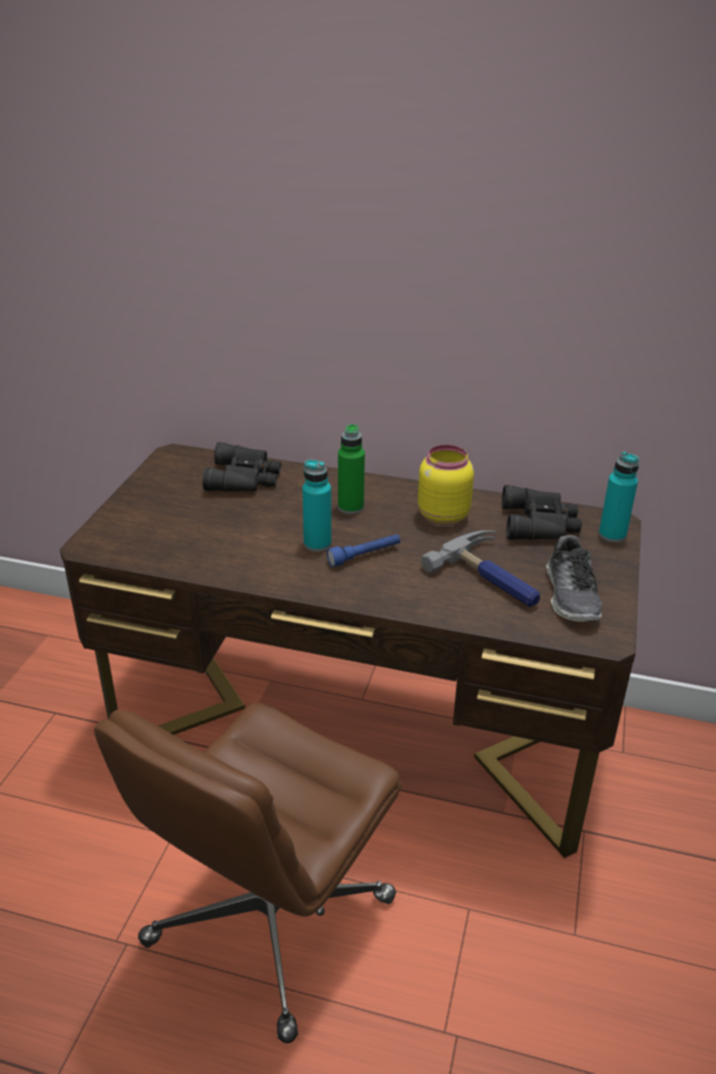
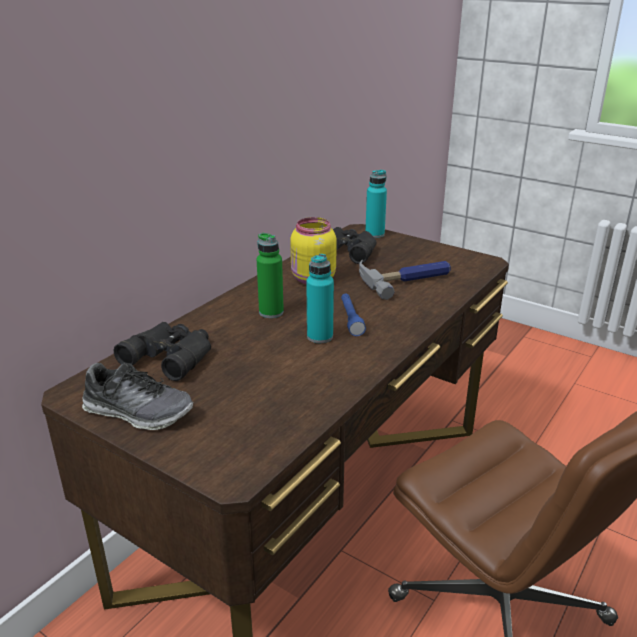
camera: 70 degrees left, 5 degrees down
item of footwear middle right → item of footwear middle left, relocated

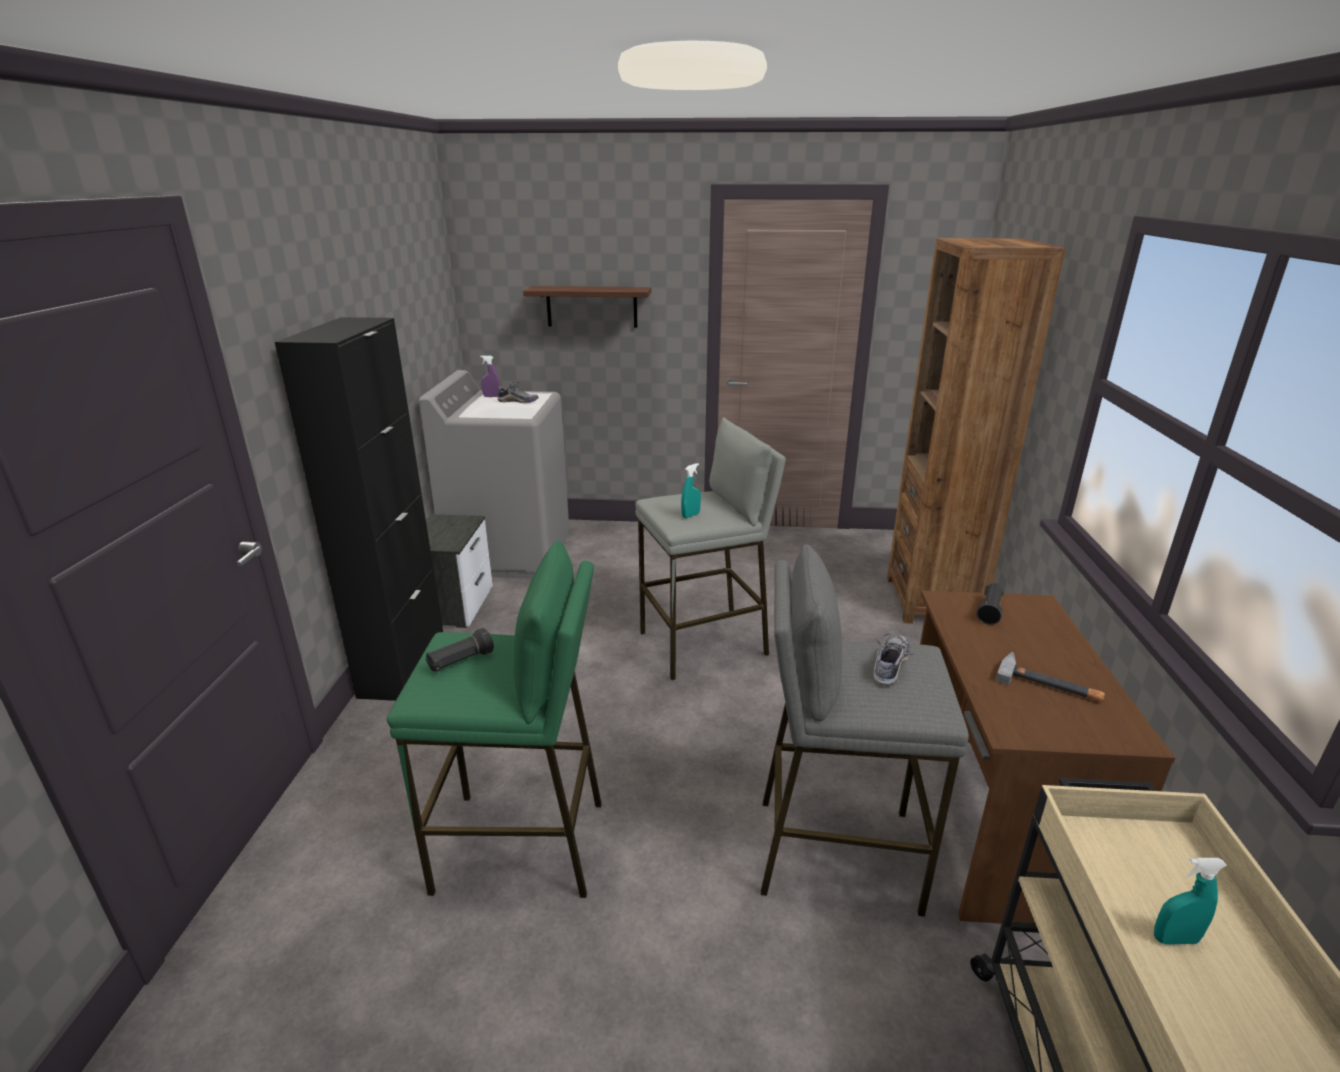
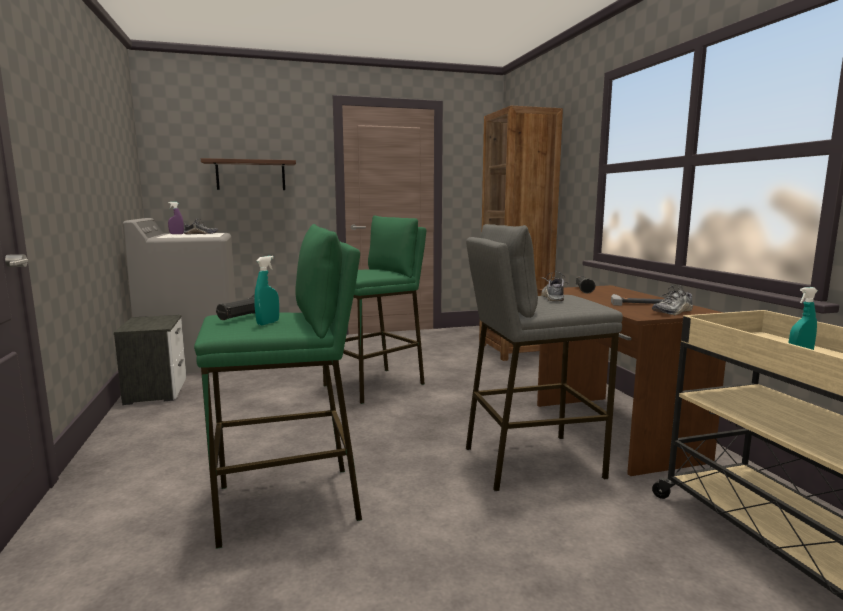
camera: 20 degrees left, 15 degrees down
blackish storage cabinet middle left → -
greyish stool (no. 1 from left) centre → green stool (no. 2 from left) centre
turquoise spray bottle (no. 1 from left) centre → turquoise spray bottle (no. 1 from left) middle left, relocated
- → item of footwear (no. 3 from left) middle right

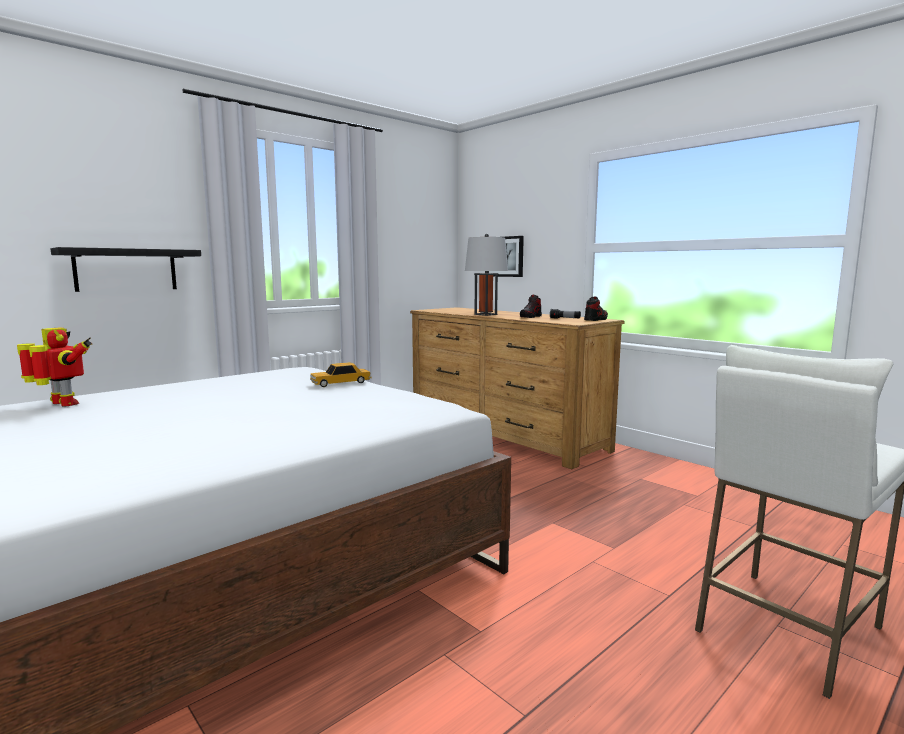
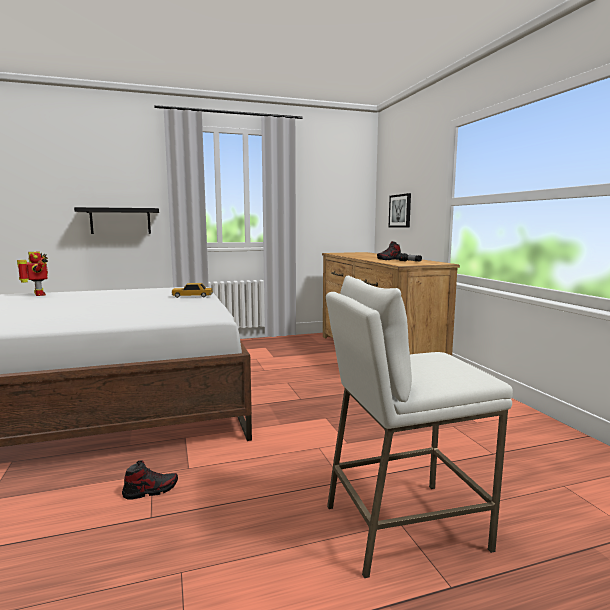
camera: 25 degrees right, 0 degrees up
greyish table lamp centre → -
item of footwear (no. 2 from left in the first image) centre → item of footwear (no. 1 from left) bottom left, relocated

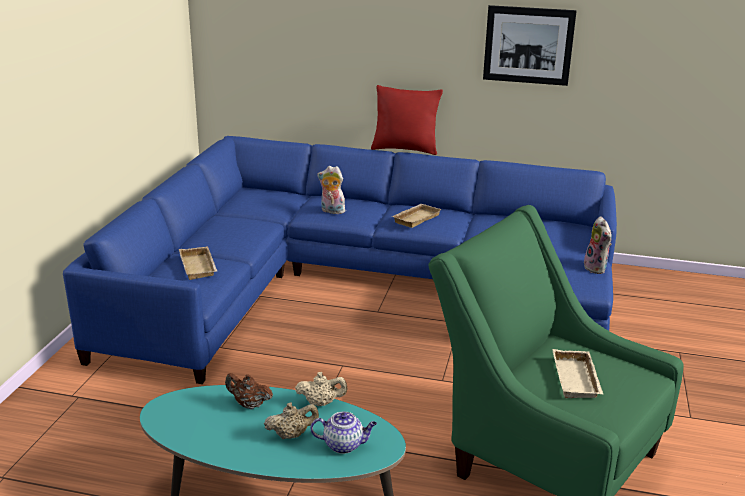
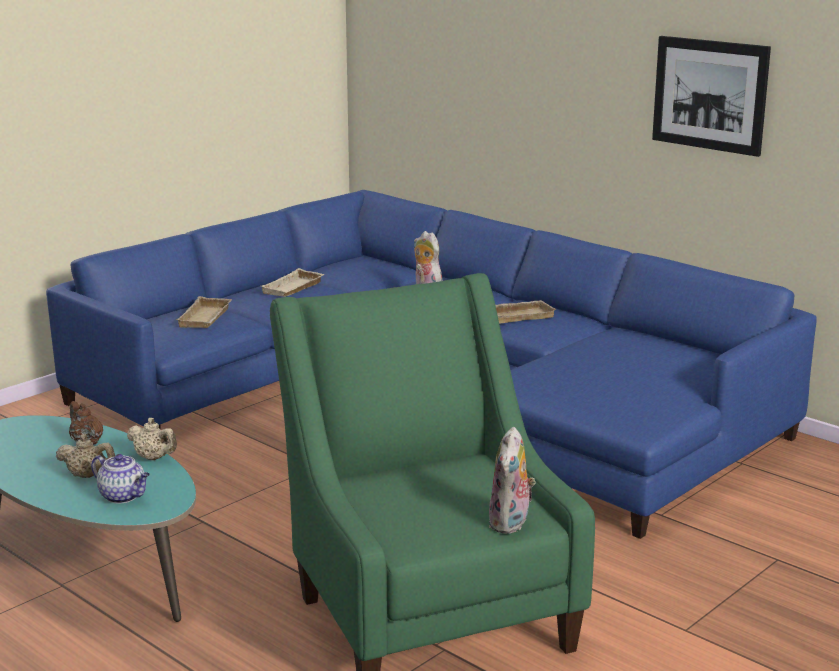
camera: 30 degrees right, 5 degrees down
red-coloured cushion top centre → -
soft toy (no. 2 from left) middle right → soft toy (no. 2 from left) bottom centre, relocated
sand-coloured tray (no. 3 from left in the first image) bottom right → sand-coloured tray (no. 2 from left) centre, relocated

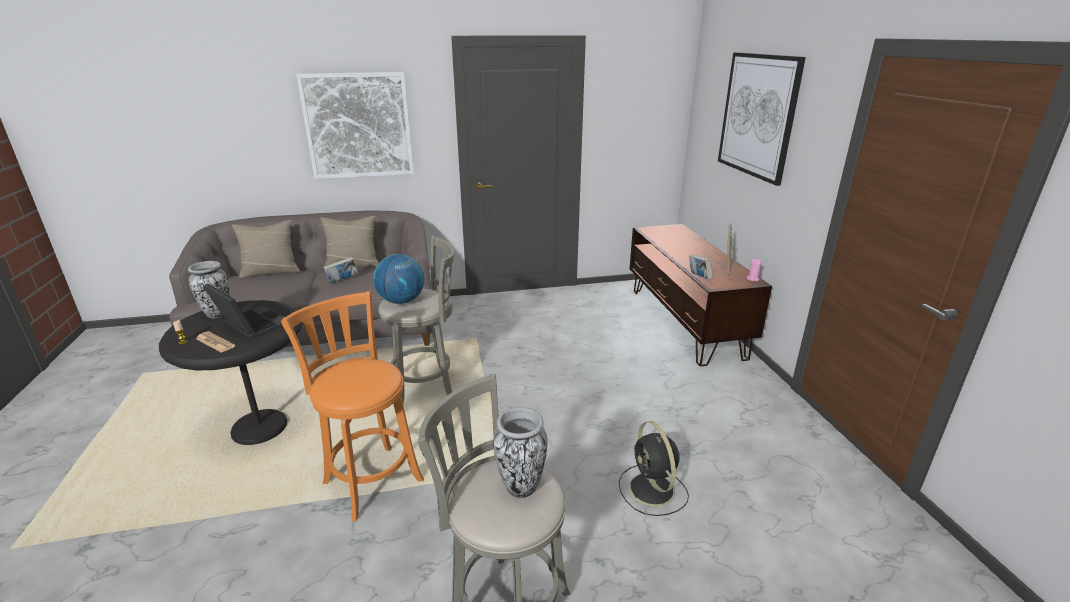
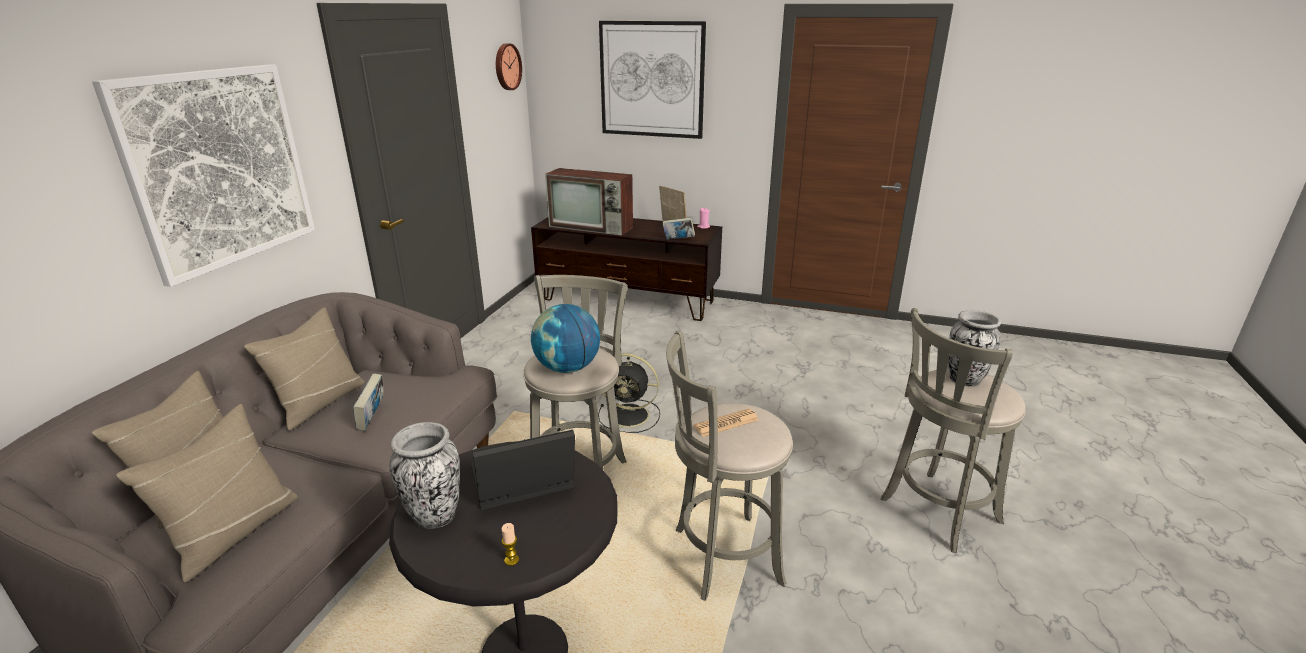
camera: 60 degrees left, 0 degrees up
orange stool bottom left → greyish stool (no. 2 from left) bottom centre
daily paper middle left → daily paper centre, relocated
blackish cooling fan bottom centre → blackish cooling fan centre, relocated
- → wall clock top centre
- → TV set top centre
- → sand-coloured cushion (no. 2 from left) bottom left

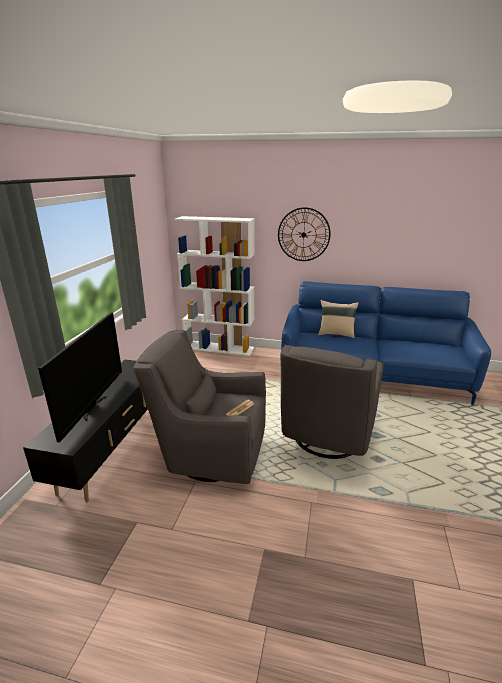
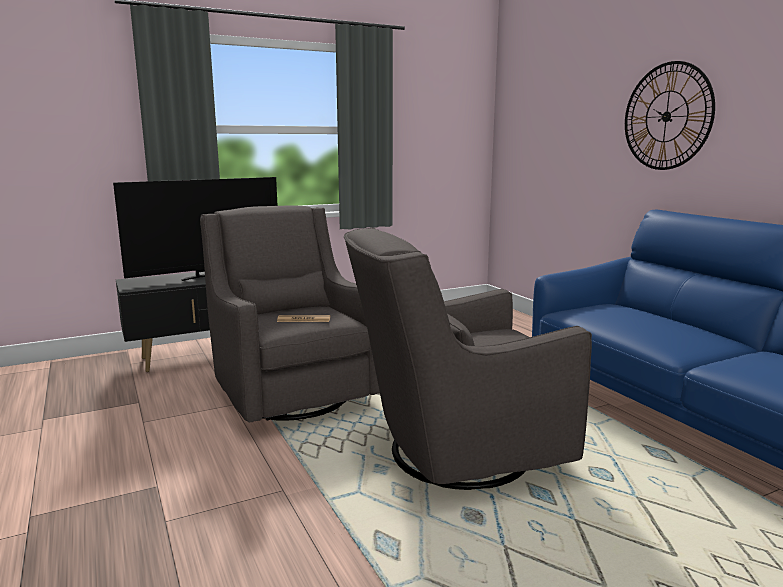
camera: 50 degrees right, 10 degrees down
white shelving unit centre → -
sand-coloured cushion middle right → -

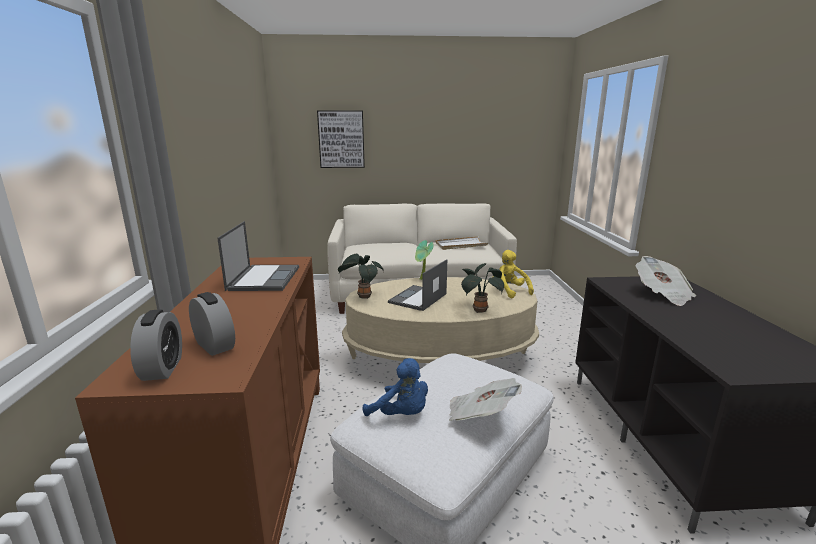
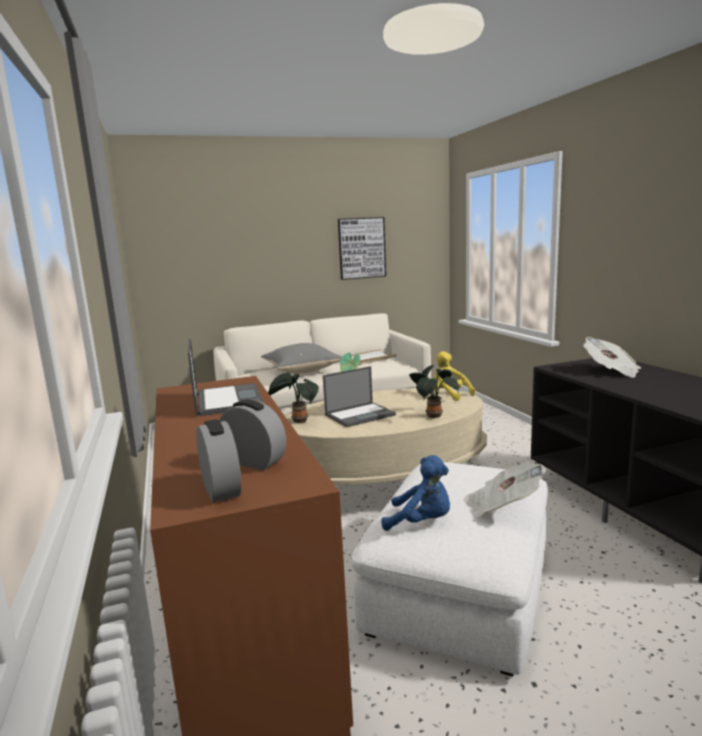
camera: 15 degrees left, 5 degrees down
wall art top centre → wall art centre, relocated
portable computer (no. 2 from left) centre, 135 degrees counterclockwise
- → greyish cushion centre

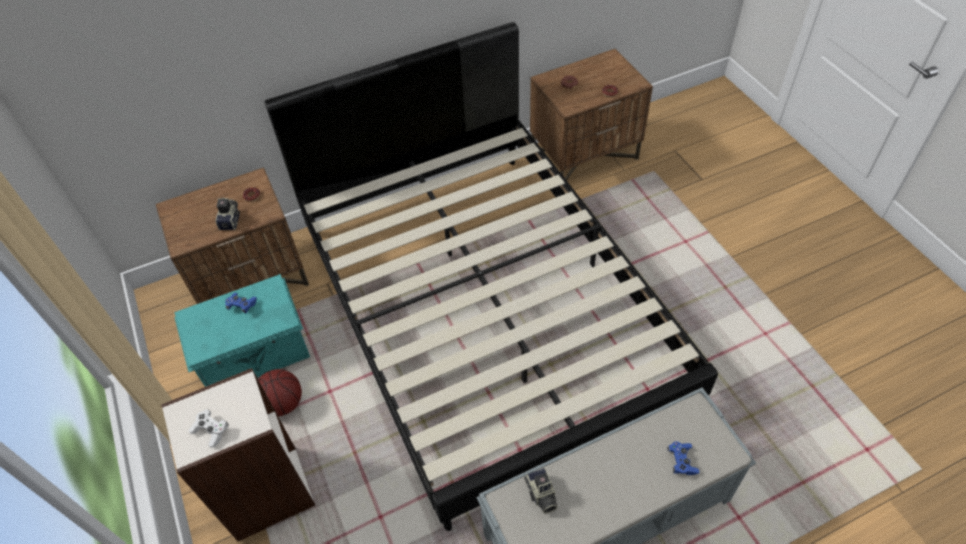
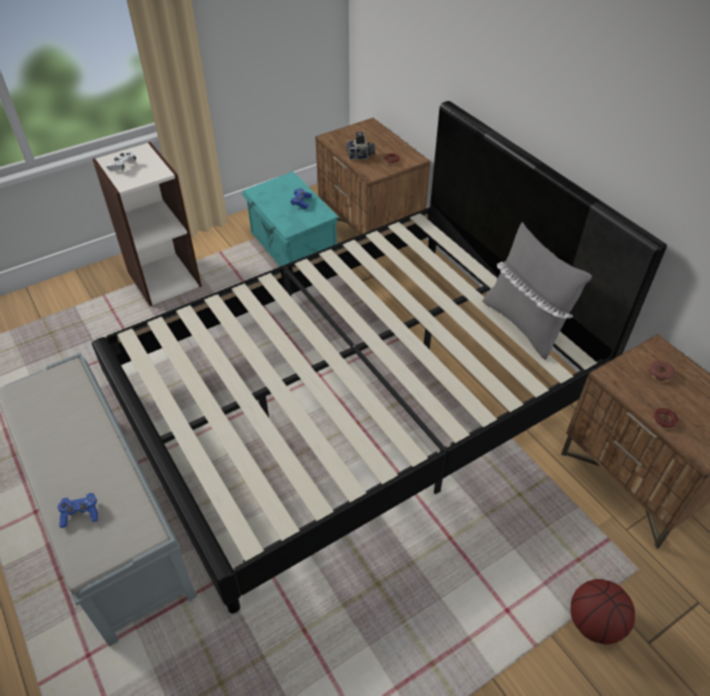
camera: 80 degrees right, 5 degrees down
basketball bottom left → basketball bottom right, relocated
photo camera (no. 2 from left) bottom centre → -
- → greyish cushion middle right

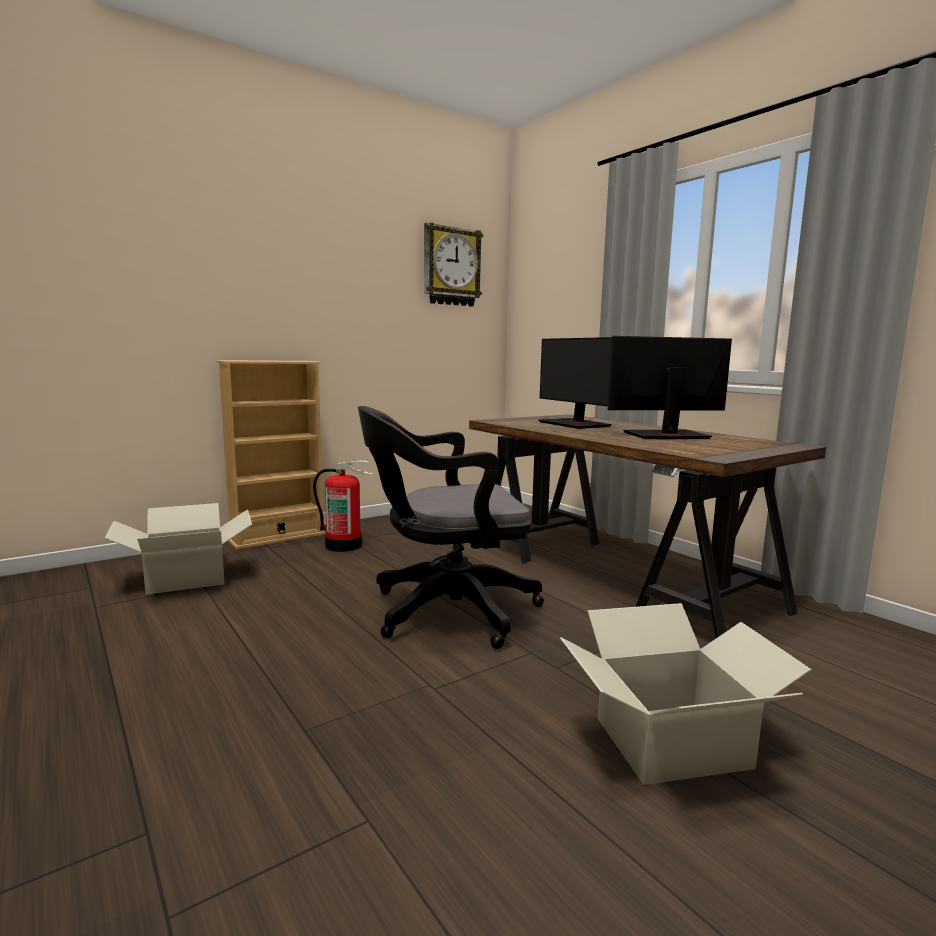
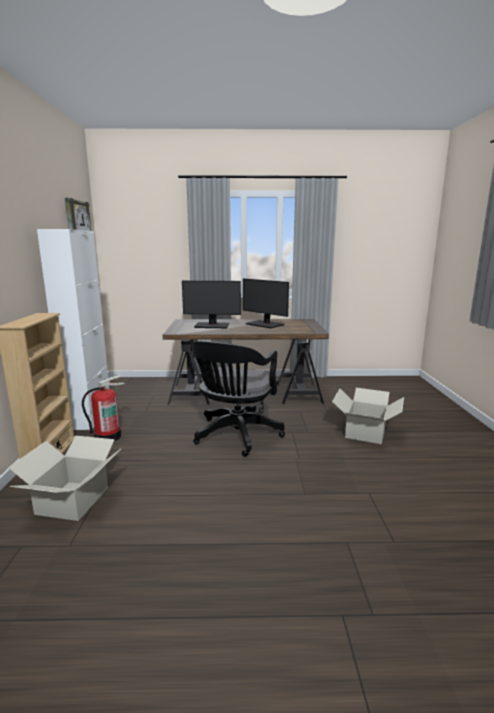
camera: 55 degrees left, 5 degrees up
monitor (no. 2 from left) middle right → monitor (no. 2 from left) centre, 75 degrees counterclockwise
- → white storage cabinet middle left

